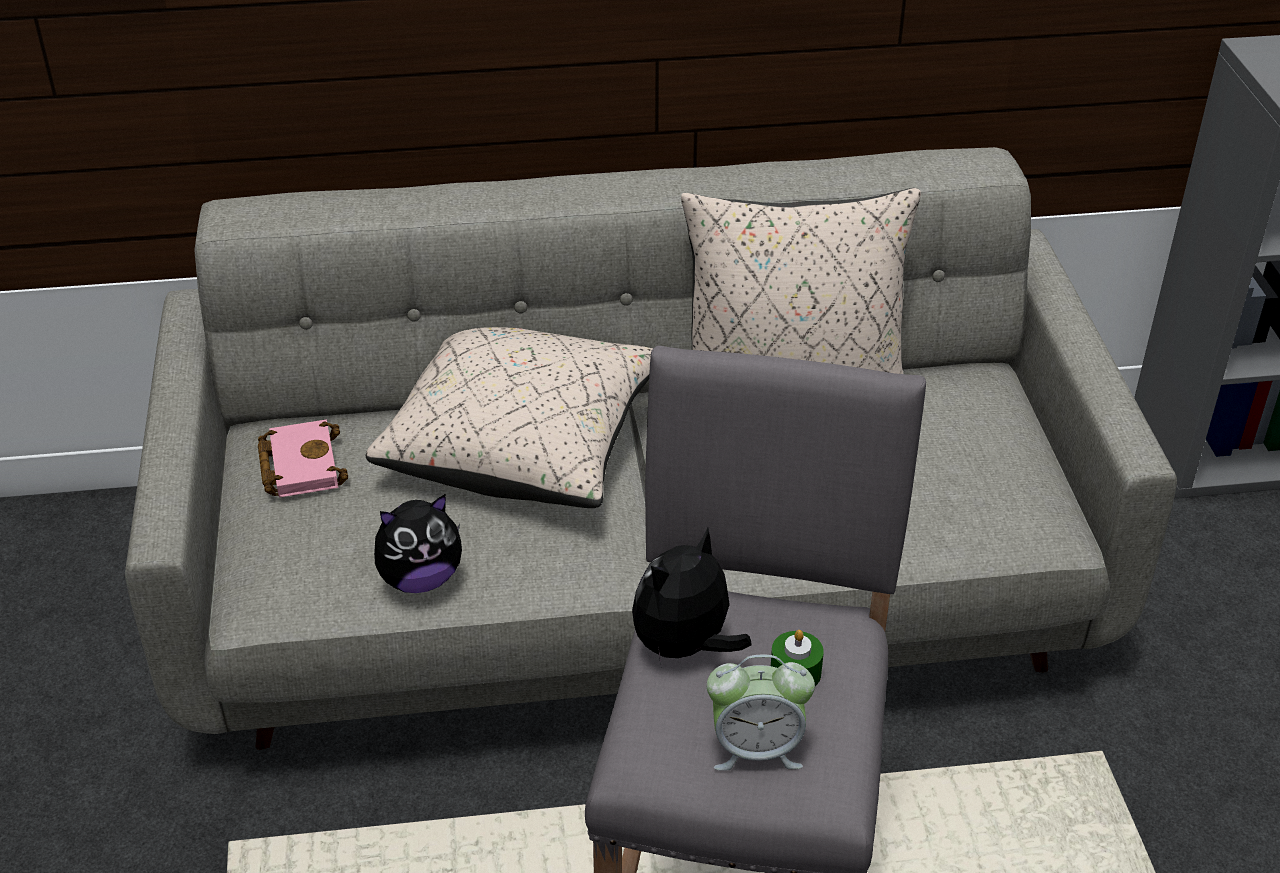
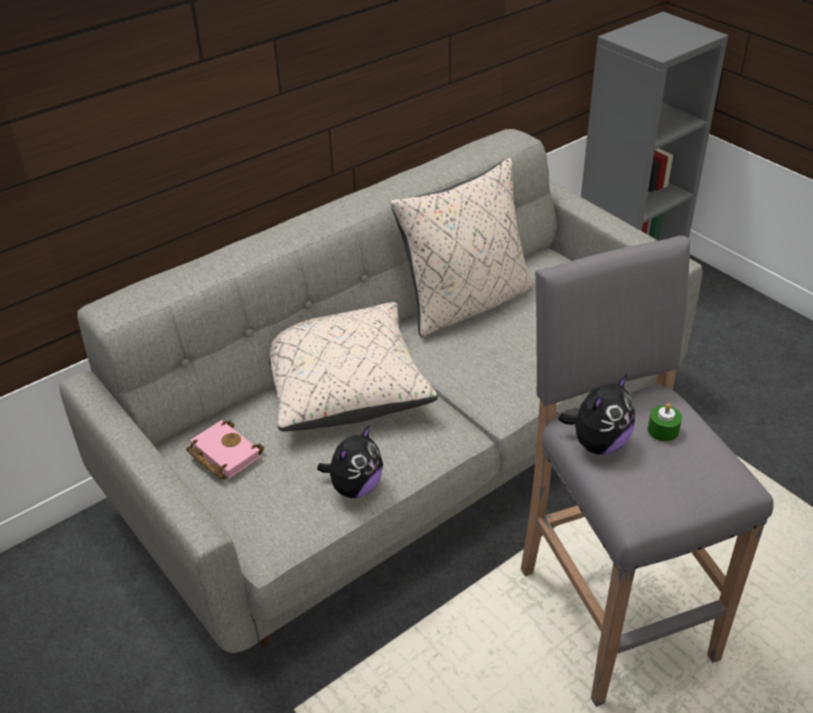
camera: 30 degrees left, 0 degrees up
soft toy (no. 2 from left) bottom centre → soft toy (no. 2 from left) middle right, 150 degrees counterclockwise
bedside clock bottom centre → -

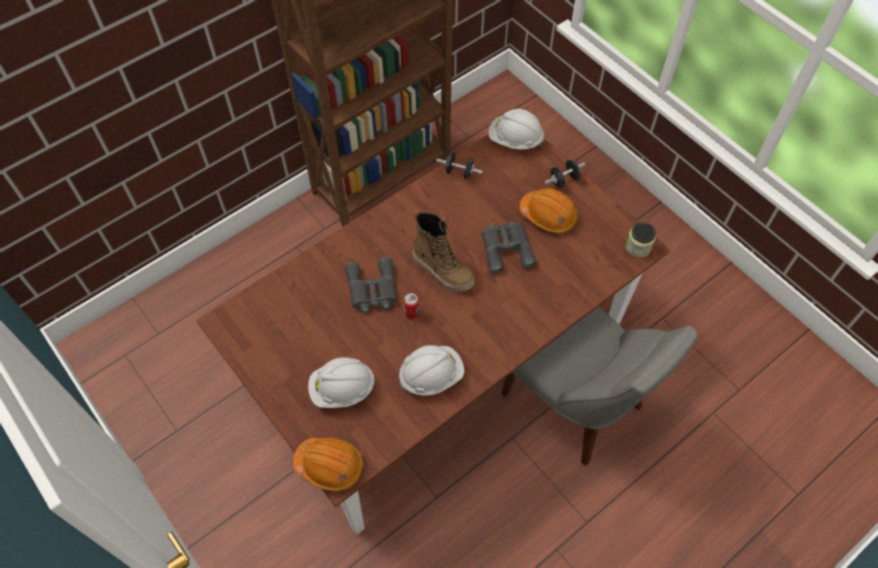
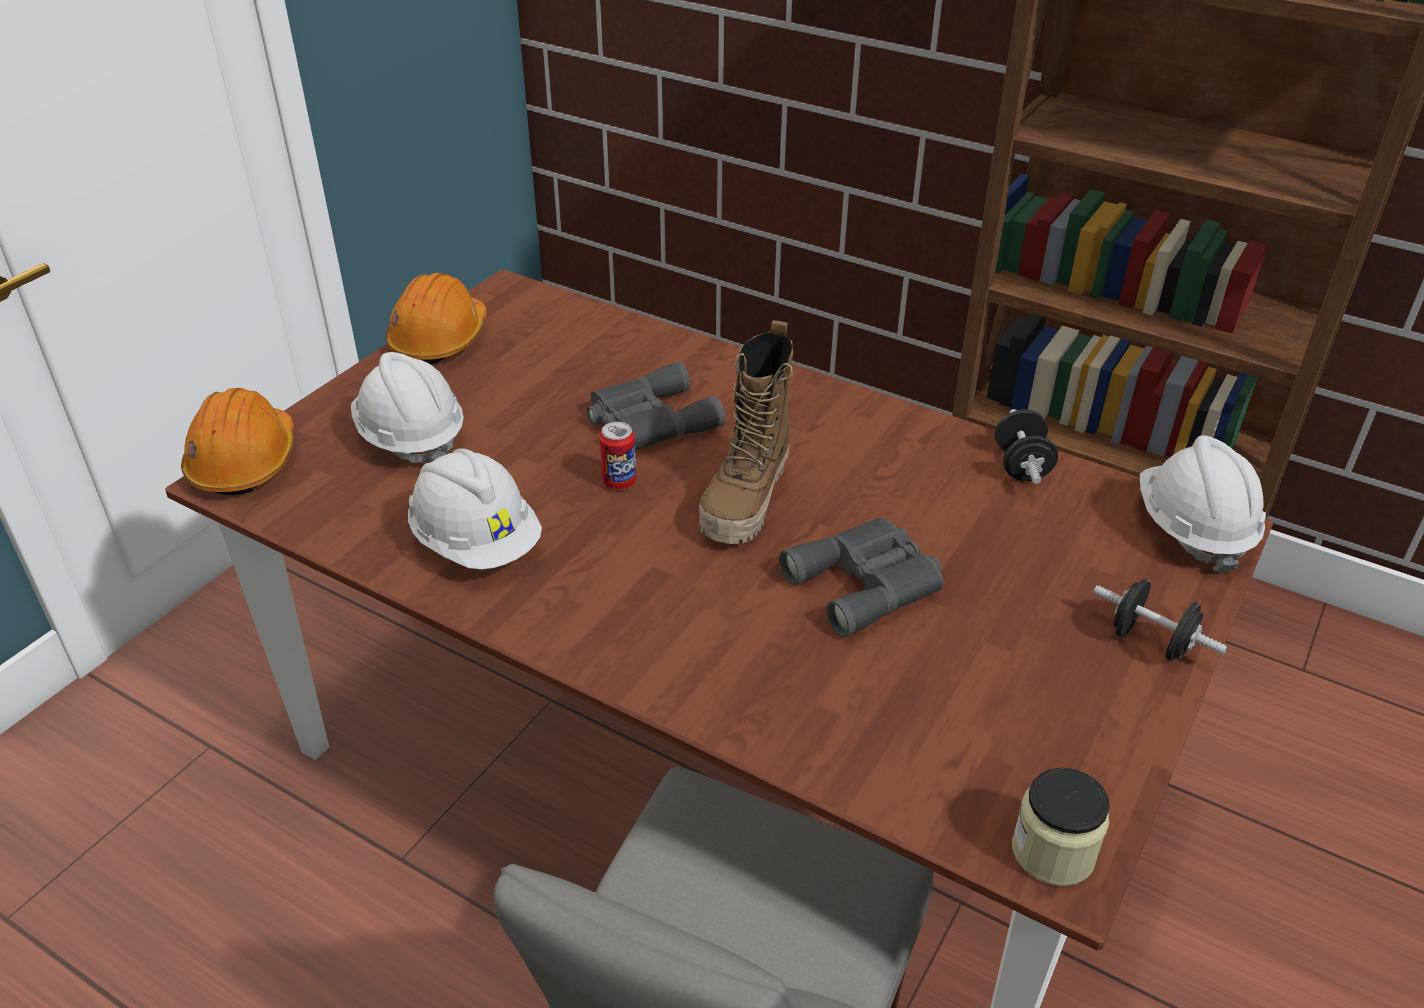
camera: 70 degrees right, 20 degrees down
orange work helmet (no. 2 from left) centre → orange work helmet (no. 2 from left) top left, relocated

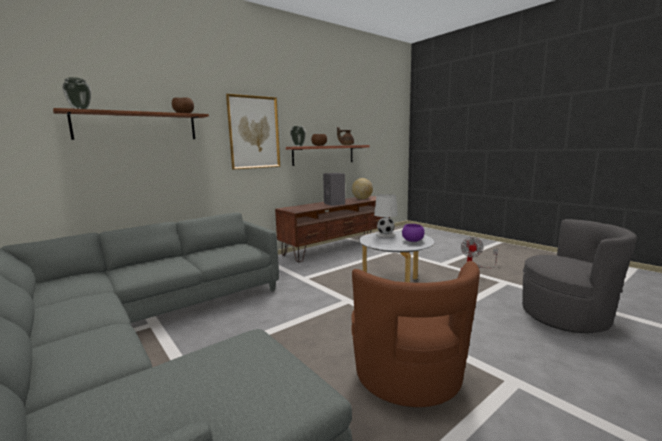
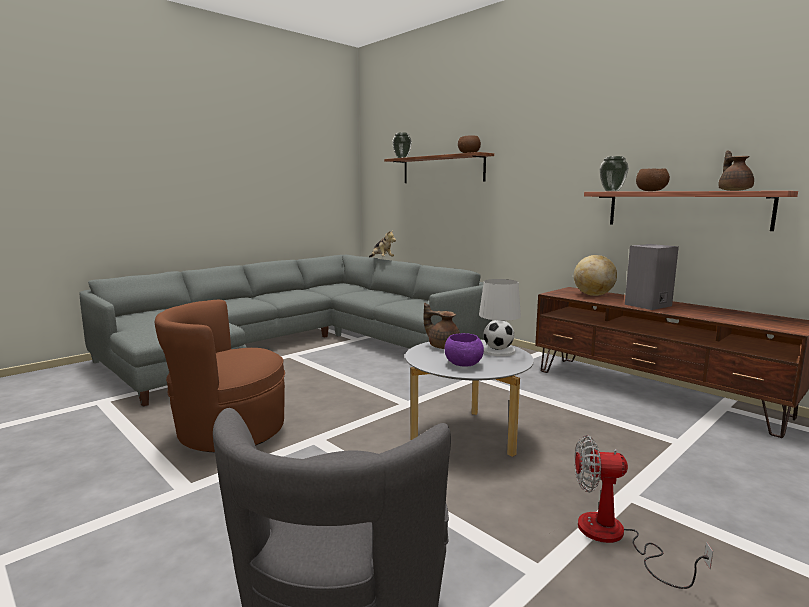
camera: 85 degrees right, 0 degrees up
wall art top centre → -
globe centre → globe middle right, relocated
- → soft toy centre
- → brownish tea pot (no. 1 from left) centre

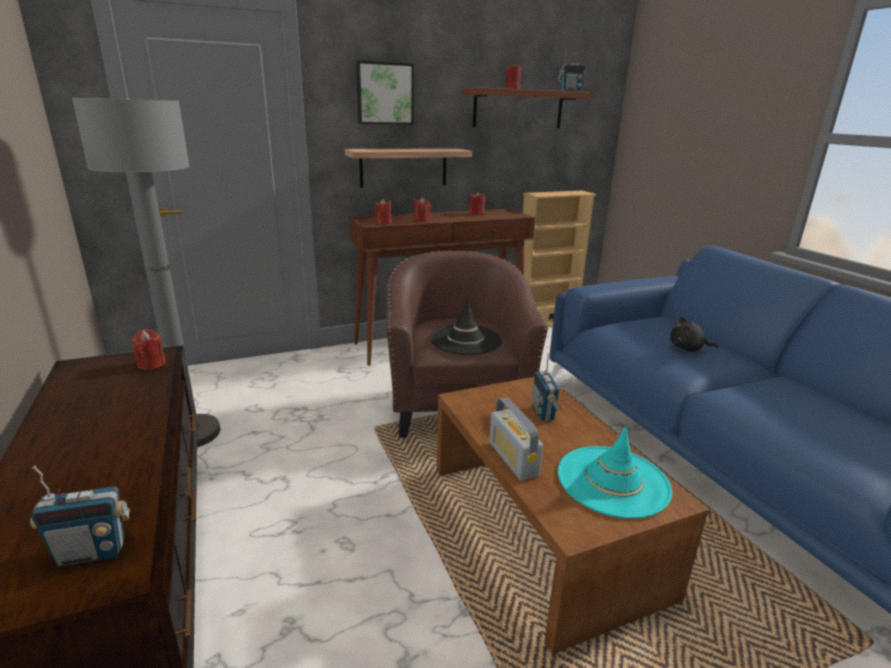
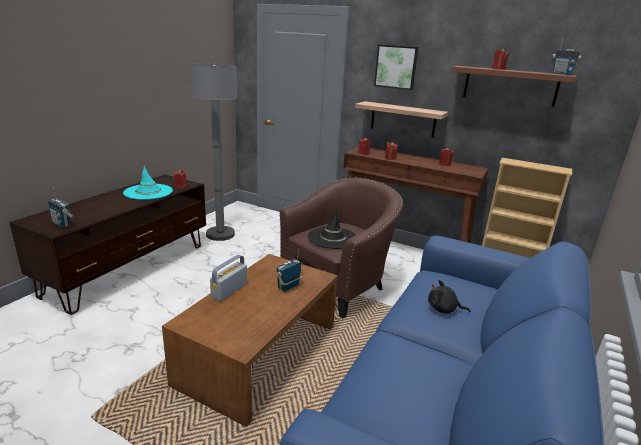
camera: 50 degrees right, 0 degrees up
blackish soft toy middle right → blackish soft toy bottom right, 45 degrees counterclockwise
turquoise hat bottom right → turquoise hat middle left, relocated

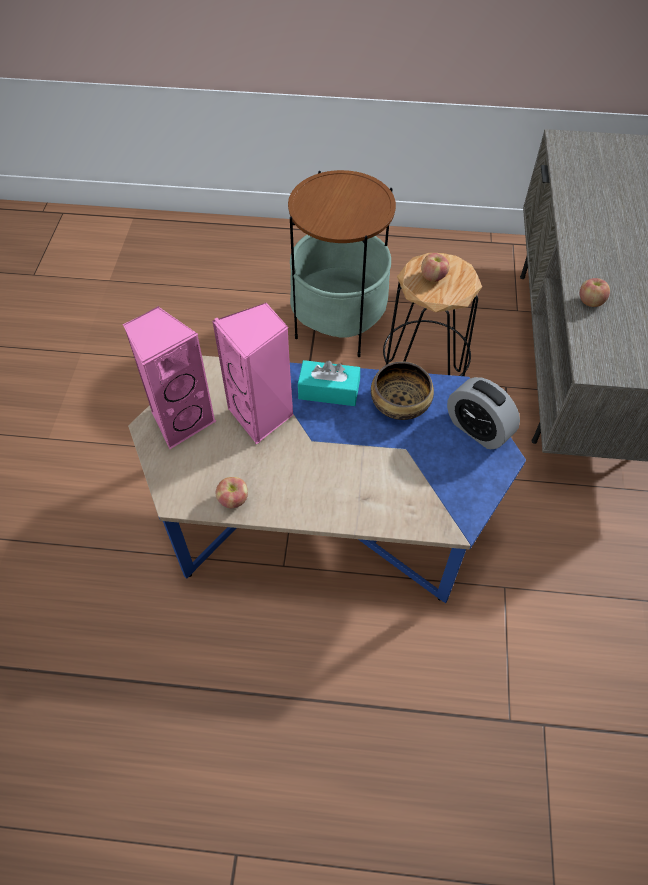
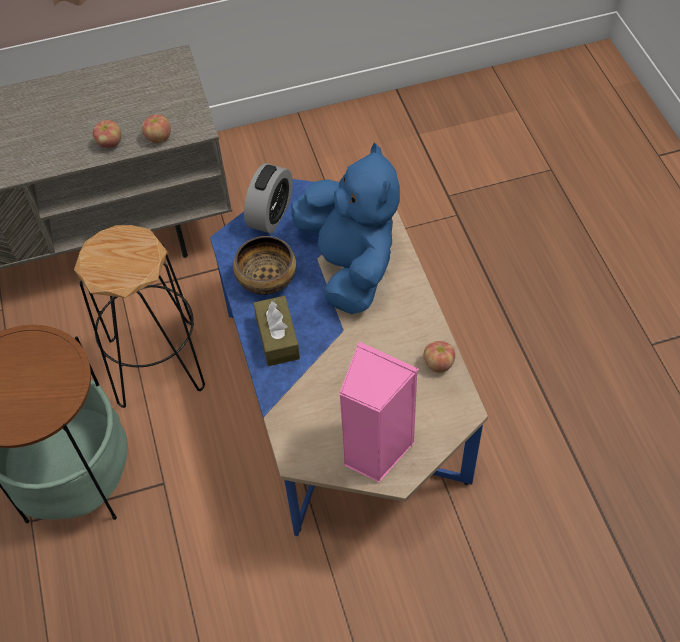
camera: 110 degrees left, 0 degrees up
apple fruit (no. 2 from left) top right → apple fruit (no. 2 from left) top left, relocated
pink loudspeaker (no. 2 from left) centre → -
turquoise tissue box centre → brownish tissue box centre
- → blue-coloured soft toy centre

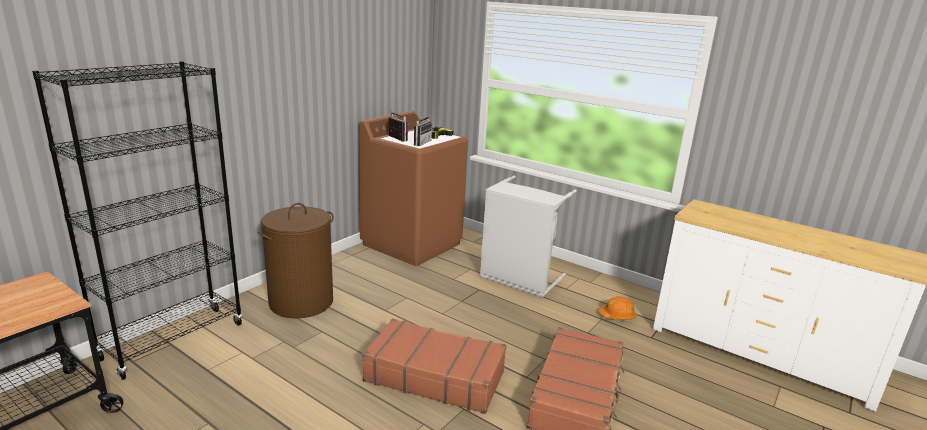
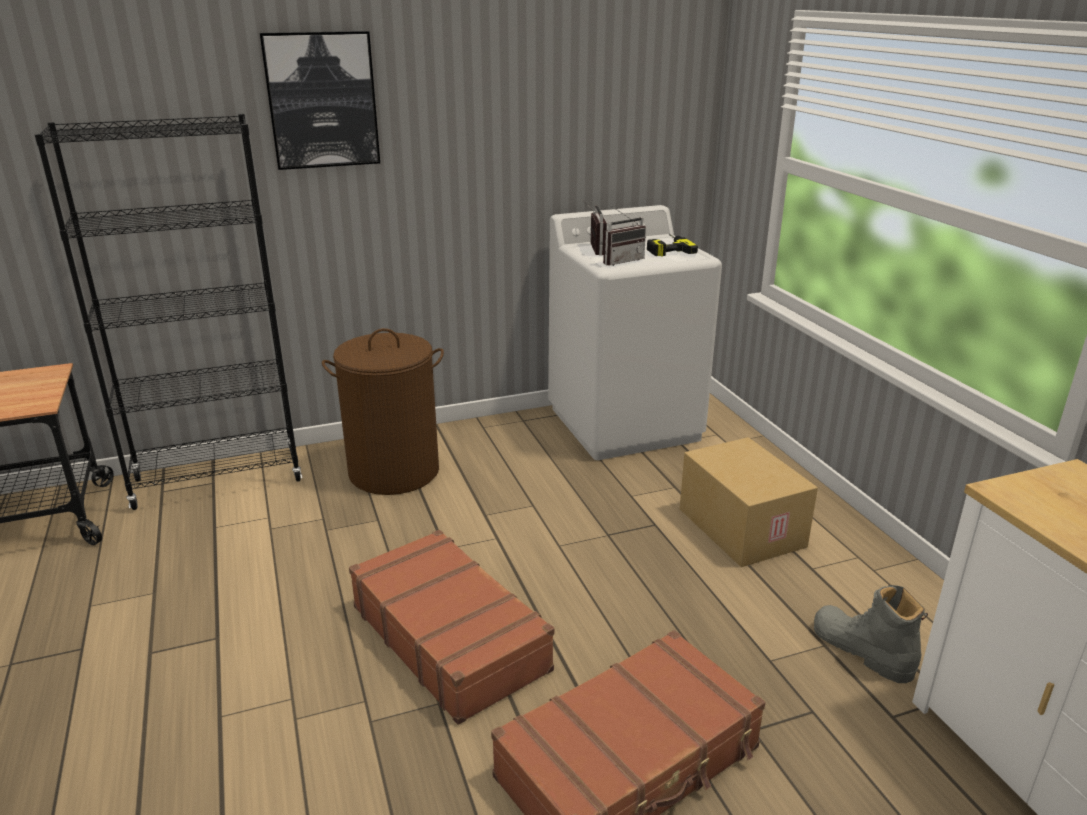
camera: 35 degrees right, 5 degrees up
brownish laundry appliance centre → white laundry appliance centre
greyish washing basket centre → packing box middle right
orange work helmet bottom centre → greyish tall boot bottom right
- → wall art top left

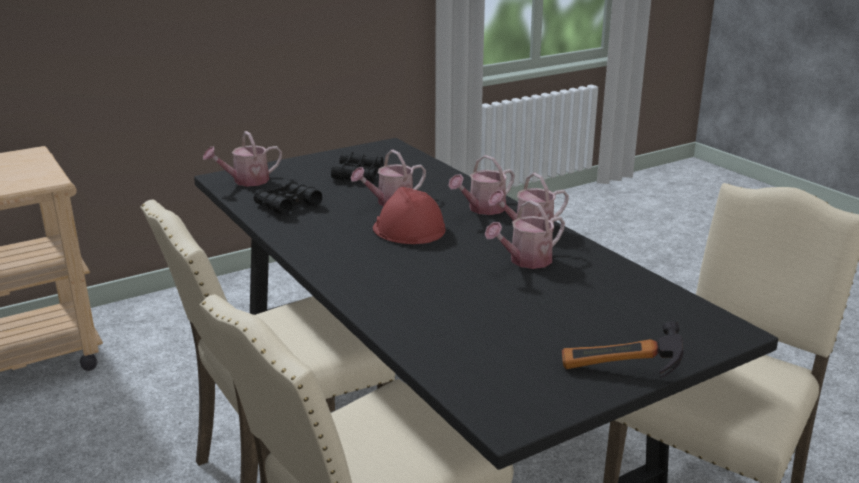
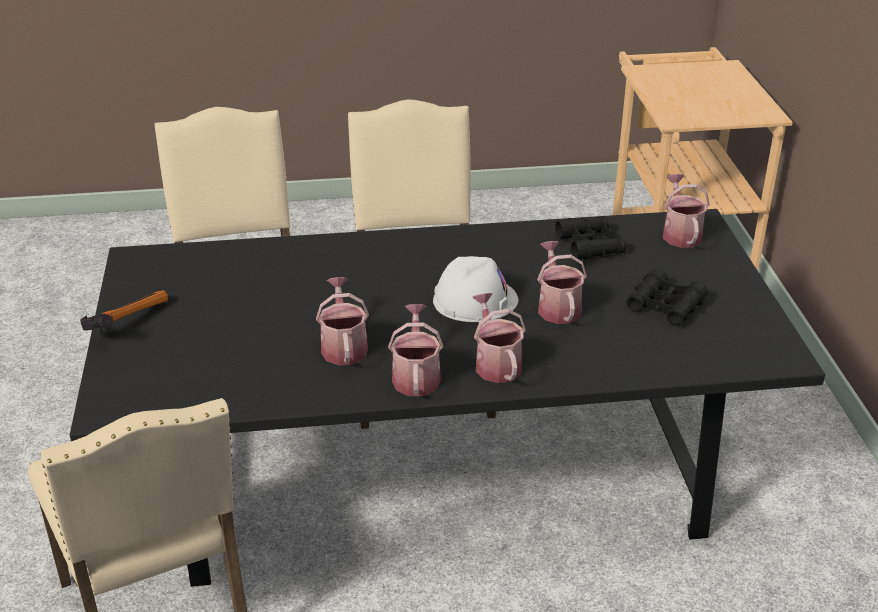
camera: 115 degrees right, 10 degrees up
red-coloured work helmet centre → white work helmet centre

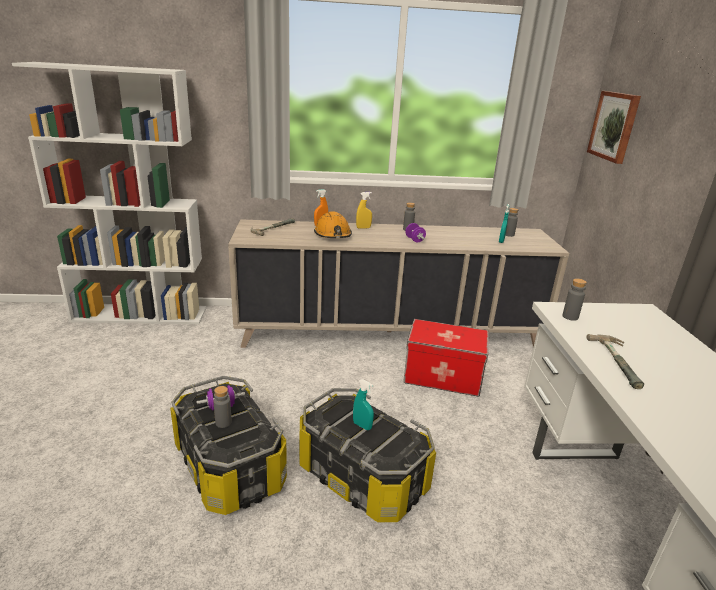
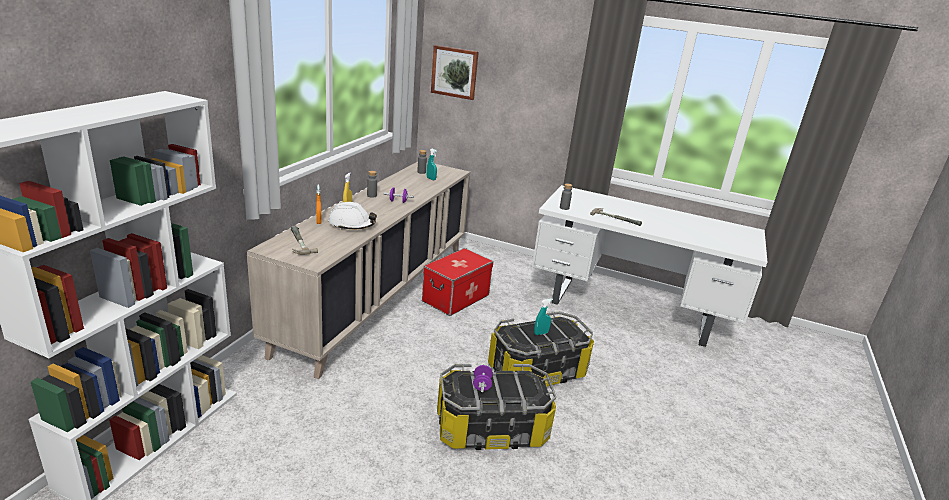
camera: 65 degrees left, 0 degrees up
orange work helmet centre → white work helmet centre
greyish beverage bottle (no. 1 from left) bottom left → -

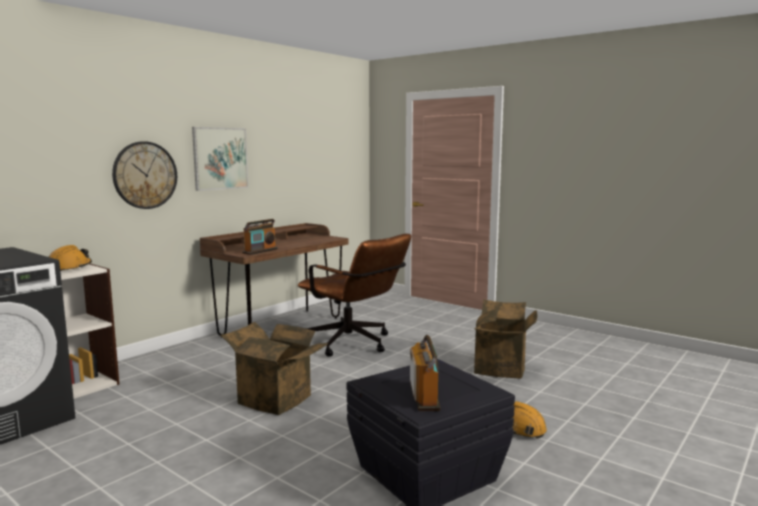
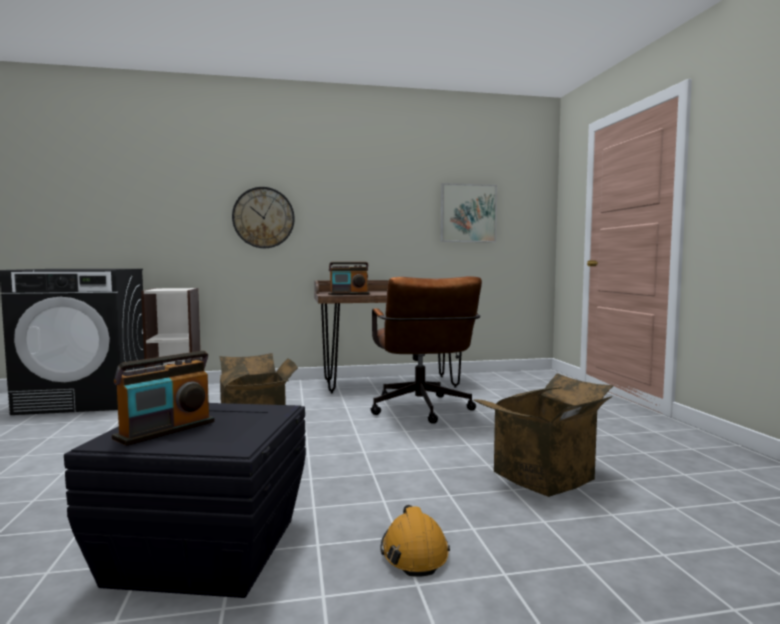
camera: 40 degrees right, 5 degrees down
wall art top left → wall art centre, relocated
orange work helmet (no. 1 from left) middle left → -

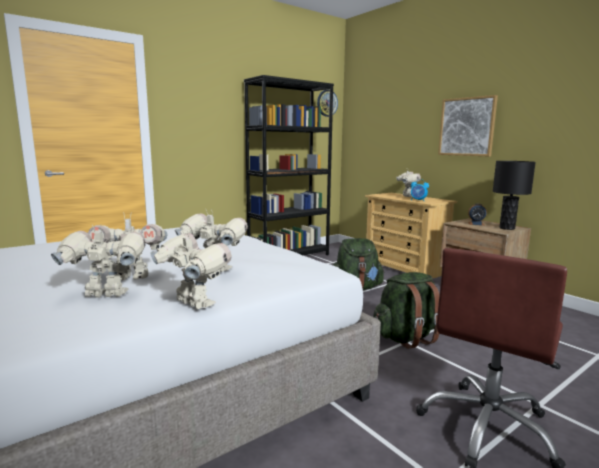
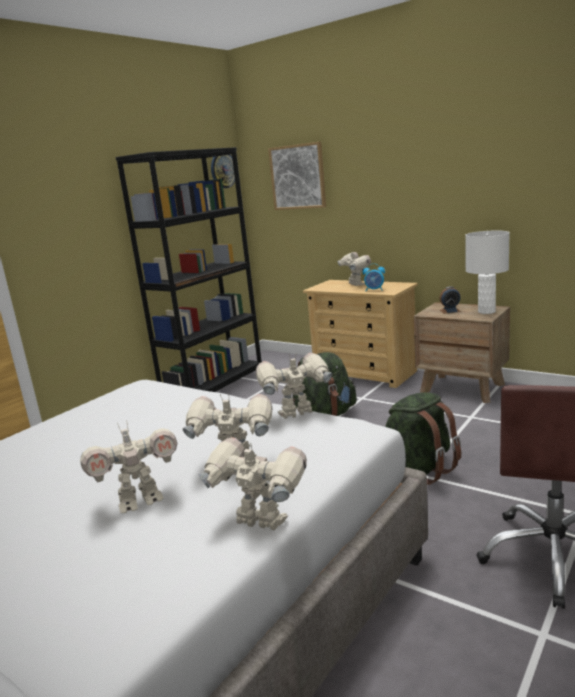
camera: 15 degrees left, 5 degrees up
wall art top right → wall art top centre, relocated
blackish table lamp middle right → white table lamp middle right
robot figure (no. 1 from left in the first image) middle left → robot figure (no. 4 from left) centre, relocated

